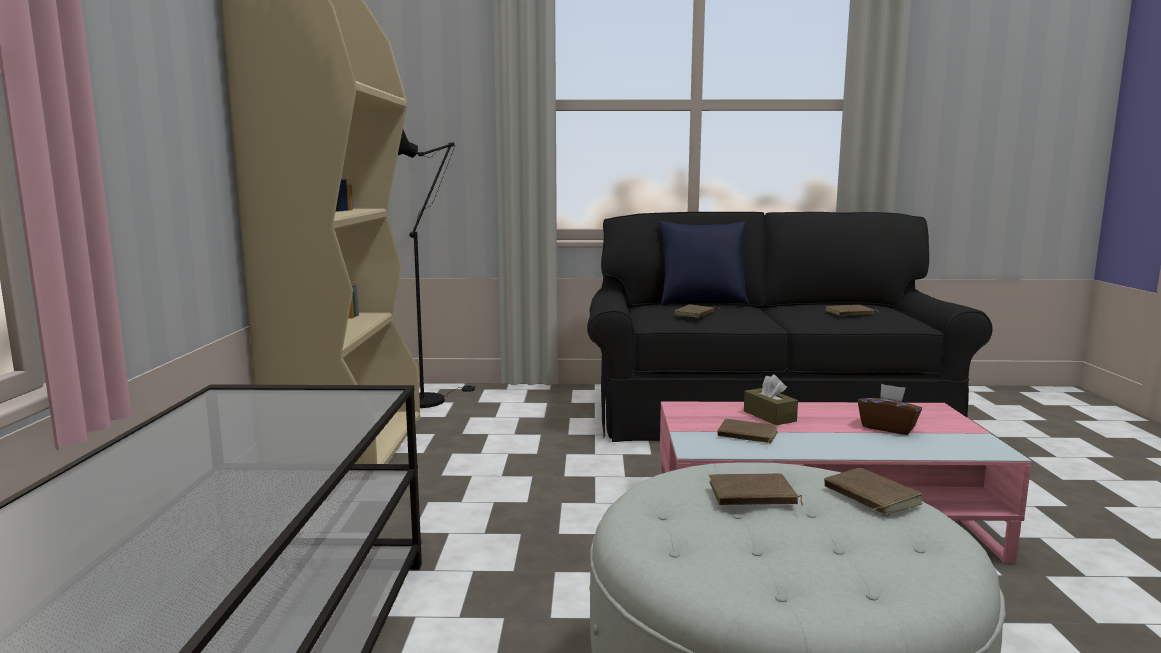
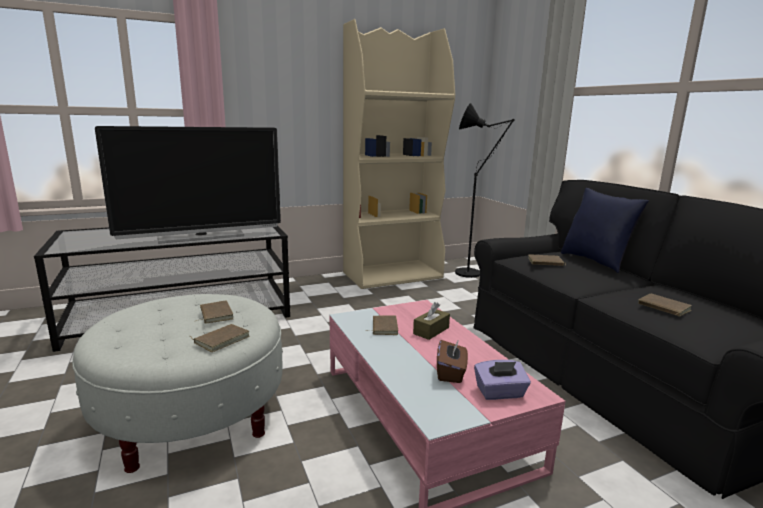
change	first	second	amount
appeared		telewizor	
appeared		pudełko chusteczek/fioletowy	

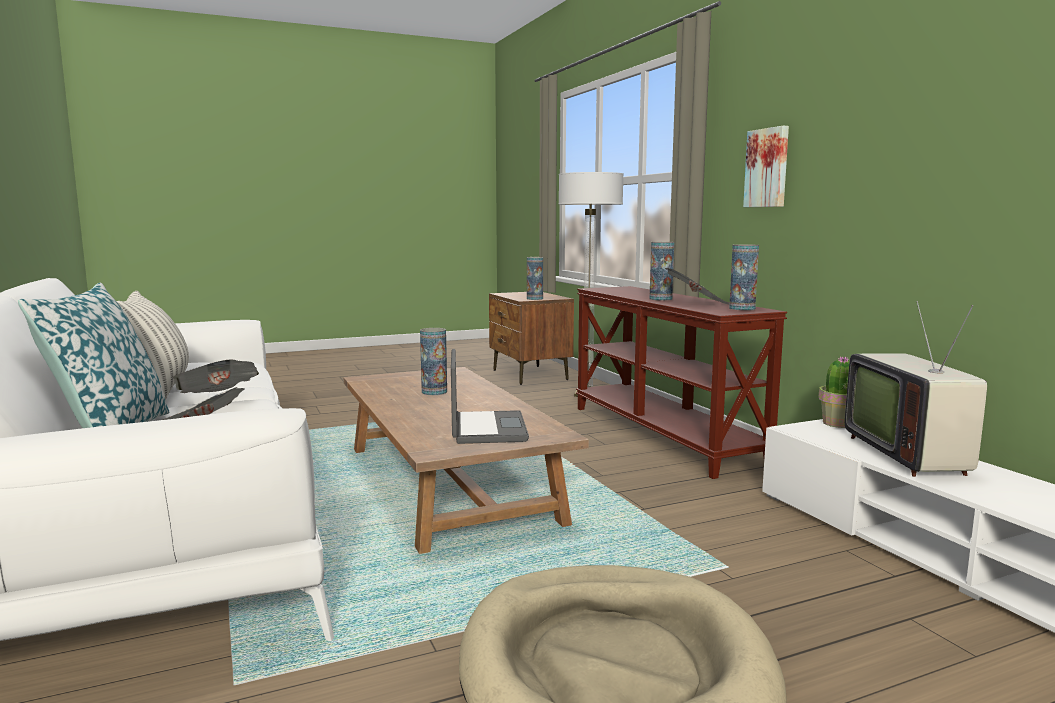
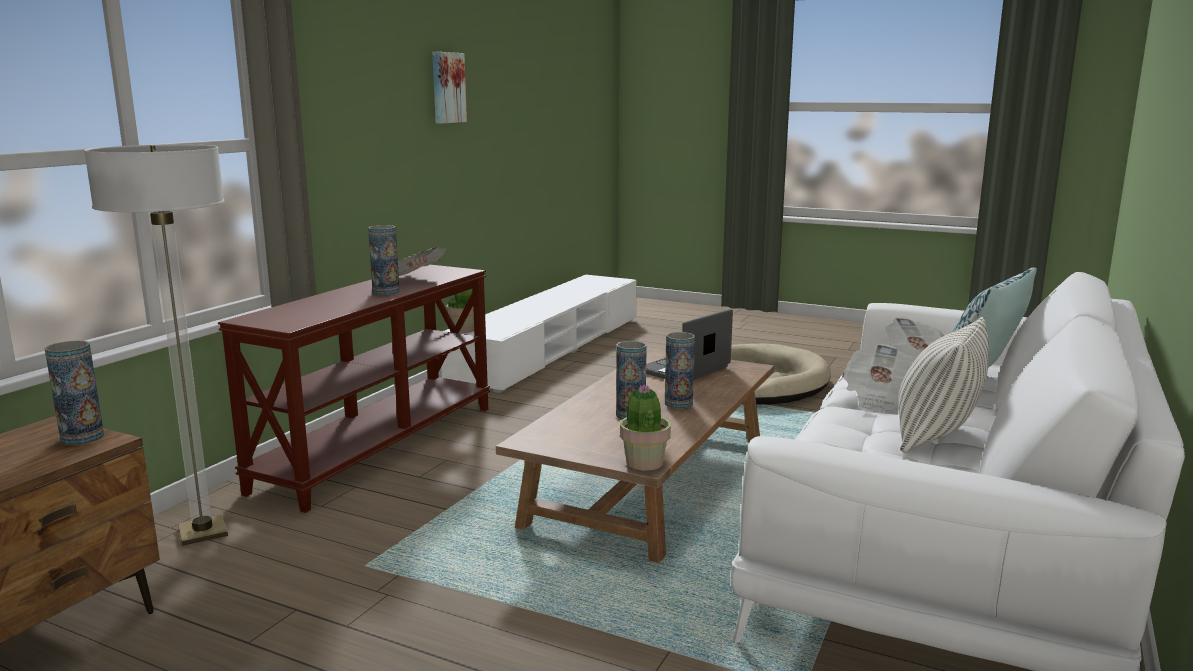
change	first	second	amount
relocated	obraz		
relocated	wazon (no. 4 from left)		
missing	telewizor		
appeared		roślina doniczkowa (no. 2 from left)	

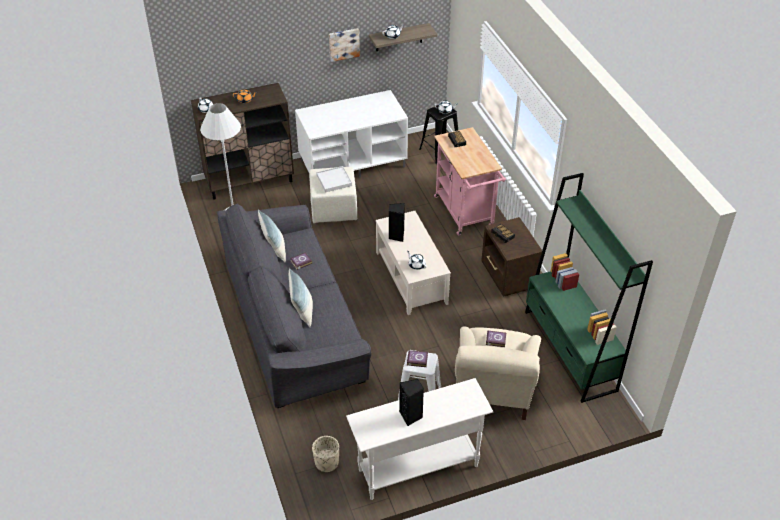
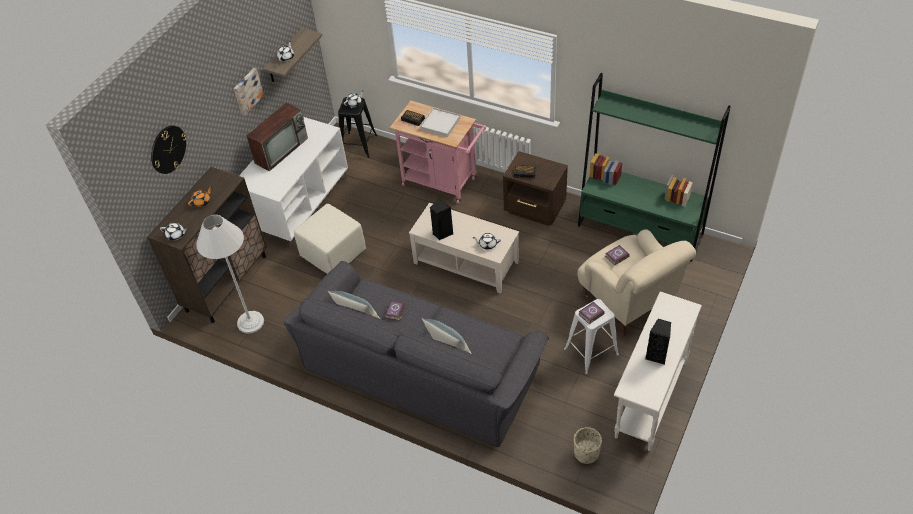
change	first	second	amount
relocated	taca/biały		
appeared		telewizor	
appeared		zegar ścienny	

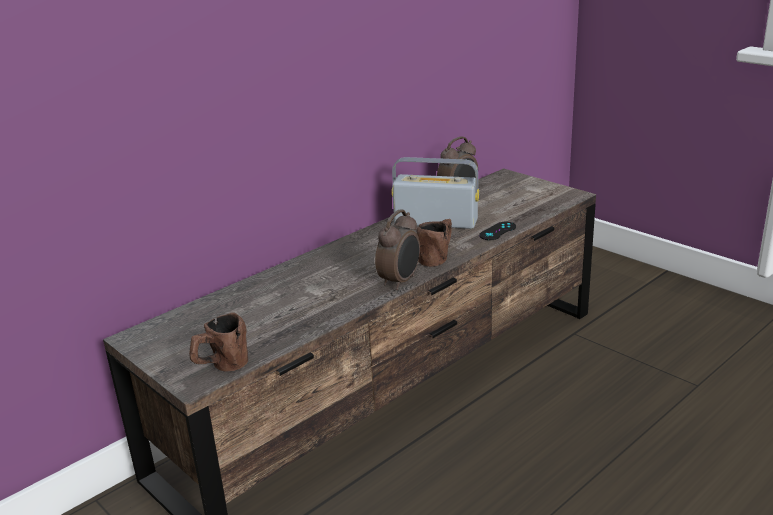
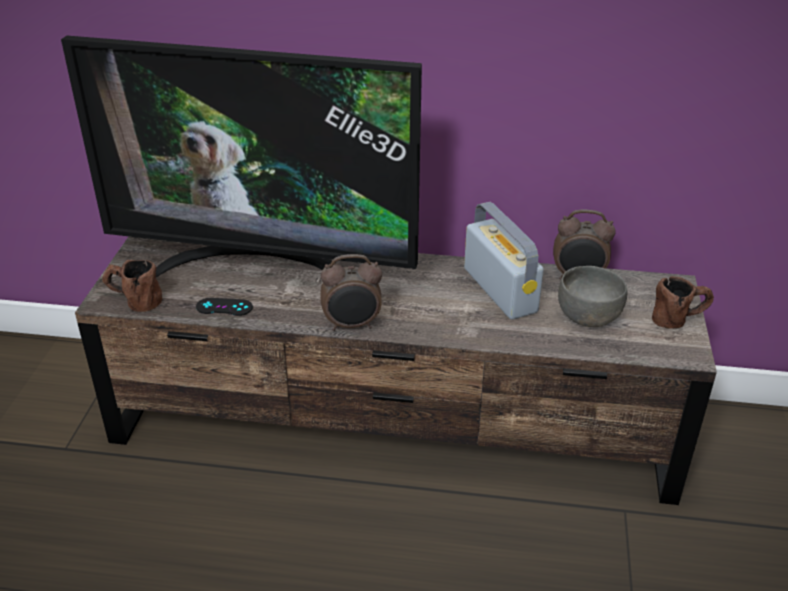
change	first	second	amount
relocated	kubek/brązowy (no. 2 from left)		
relocated	pad do gier/czarny		
appeared		telewizor	
appeared		miska/szary	

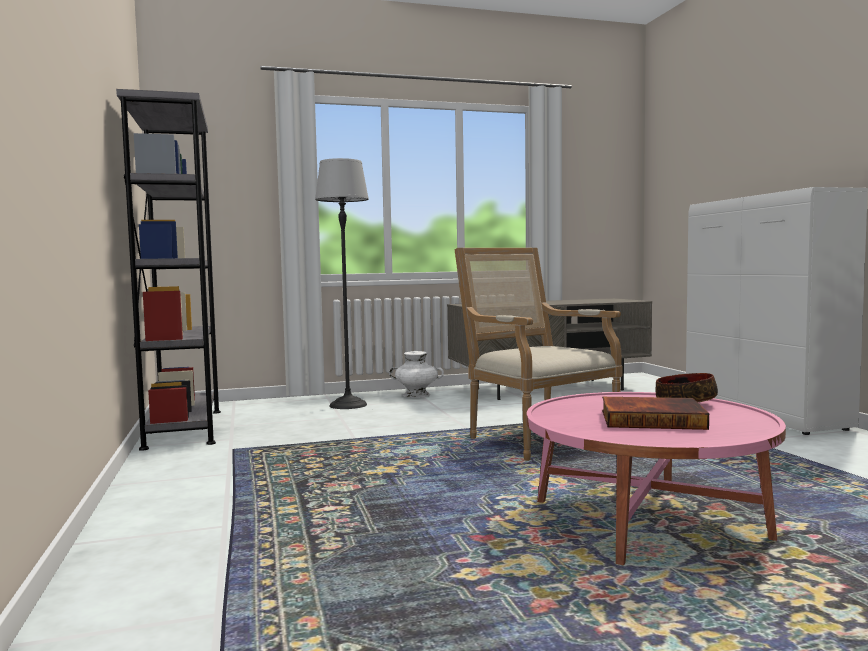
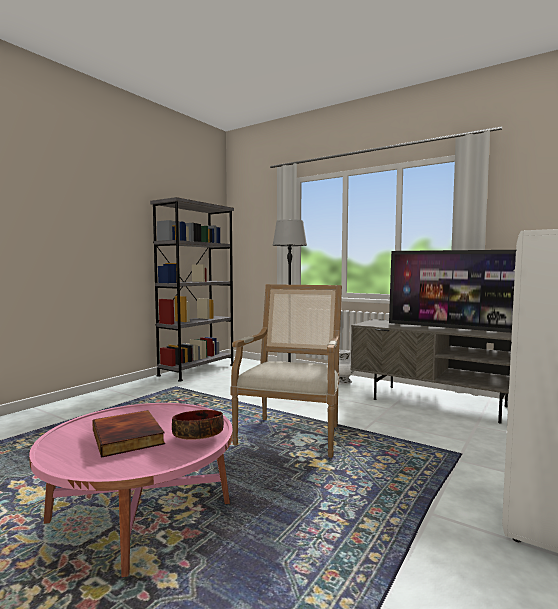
change	first	second	amount
appeared		telewizor	

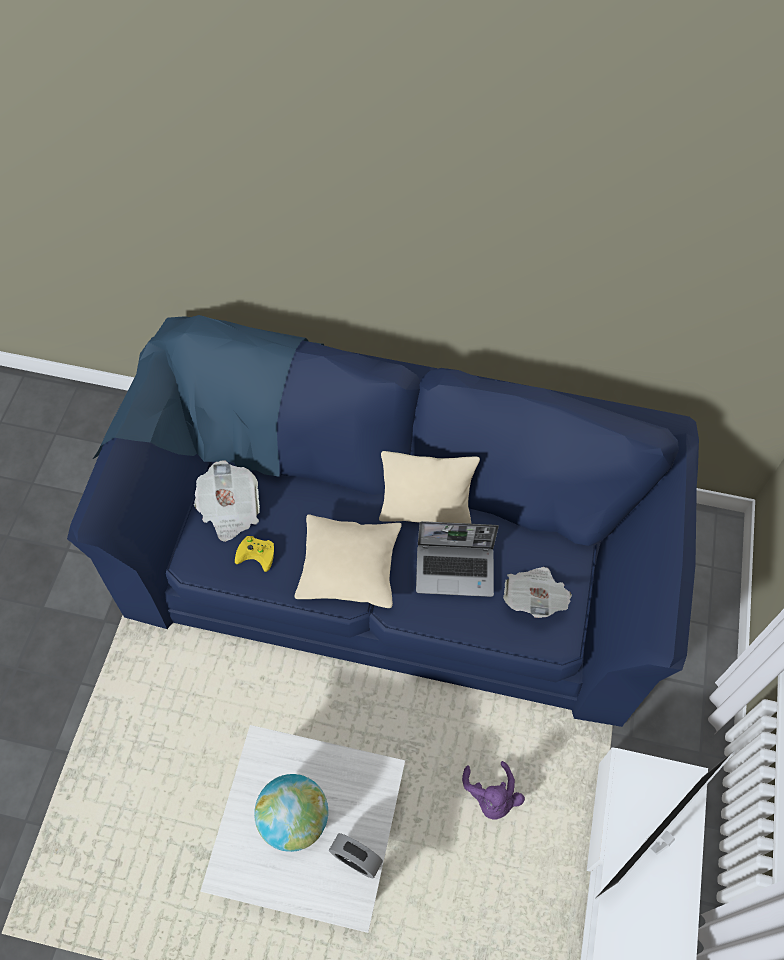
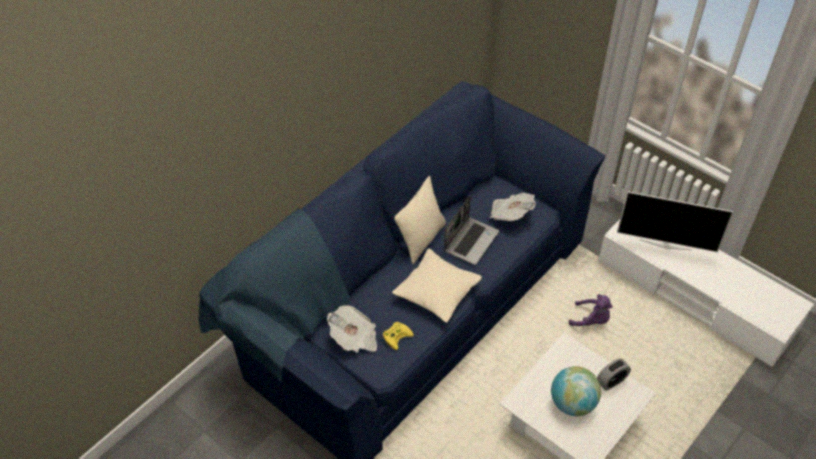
change	first	second	amount
spun	telewizor		60 degrees counterclockwise

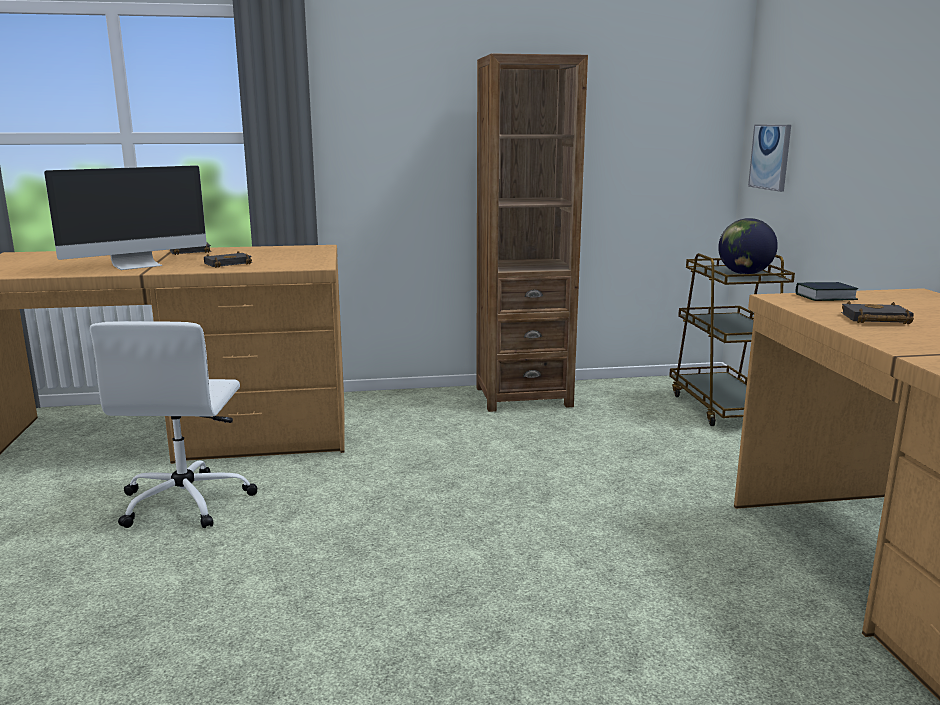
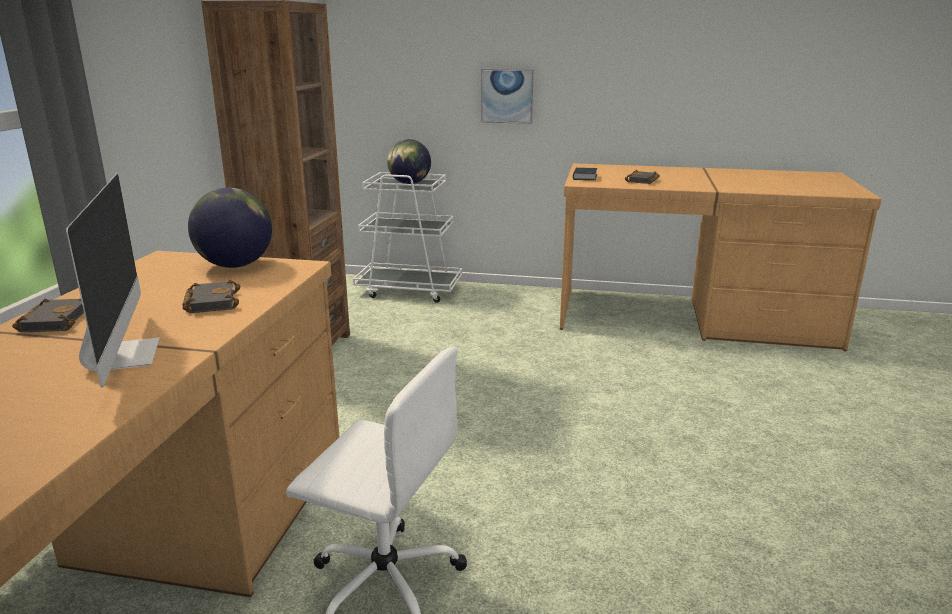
change	first	second	amount
relocated	obraz		
colour	wózek/brązowy	wózek/biały	
appeared		globus (no. 1 from left)	

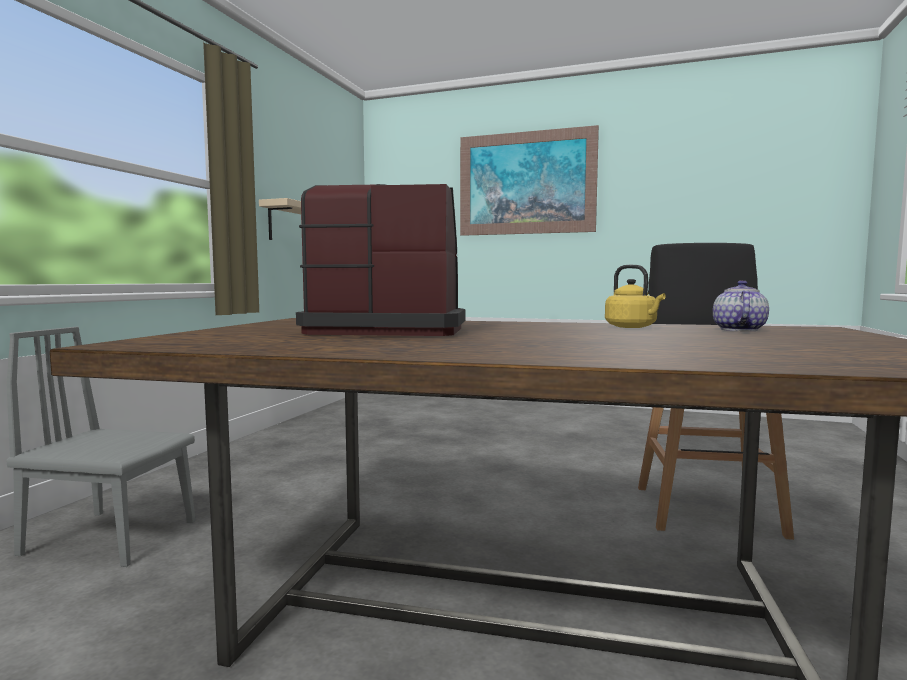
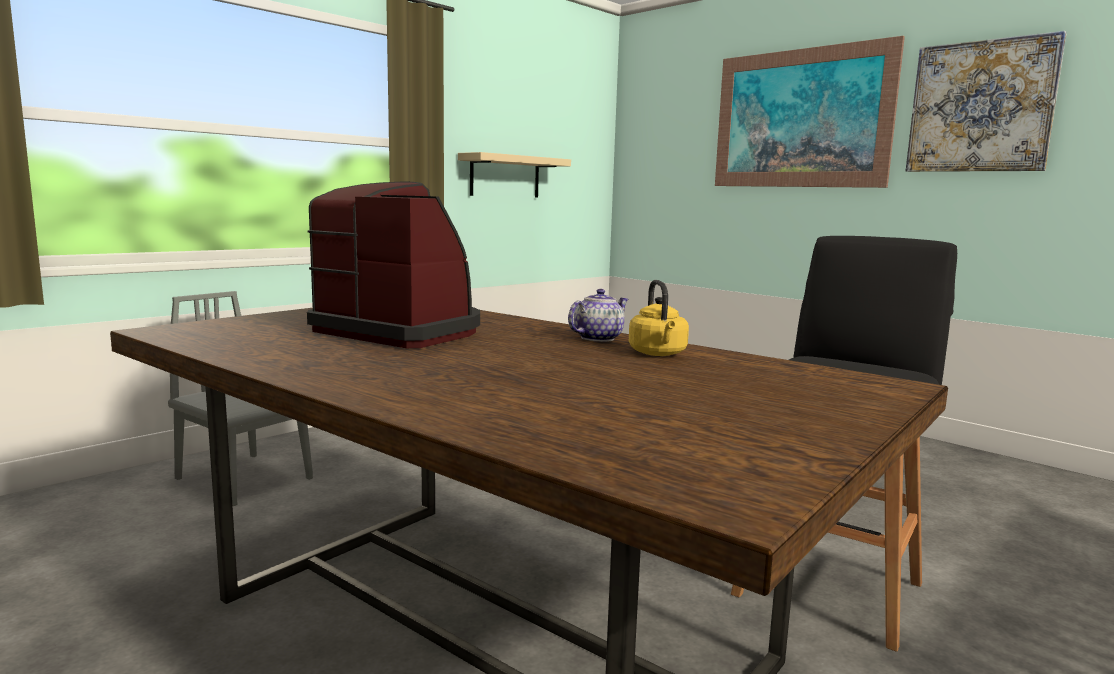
change	first	second	amount
relocated	imbryk		
appeared		obraz (no. 2 from left)	

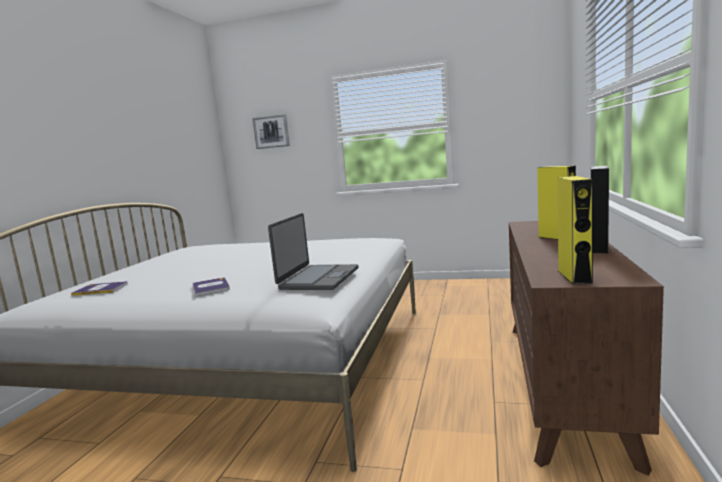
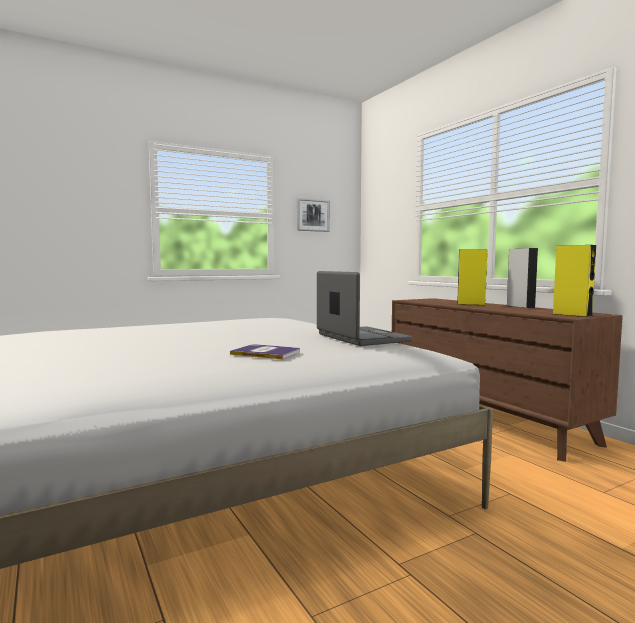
change	first	second	amount
relocated	obraz		
missing	książka (no. 1 from left)		

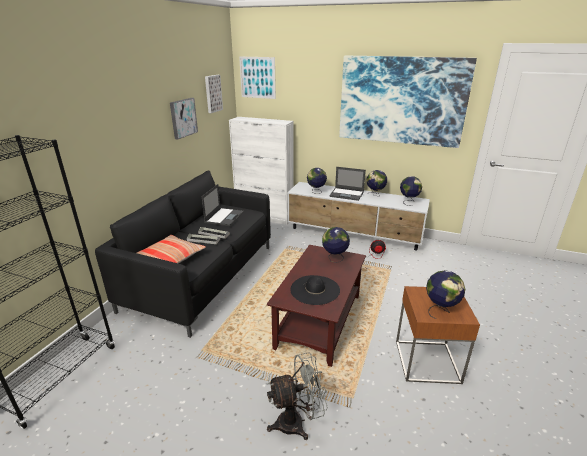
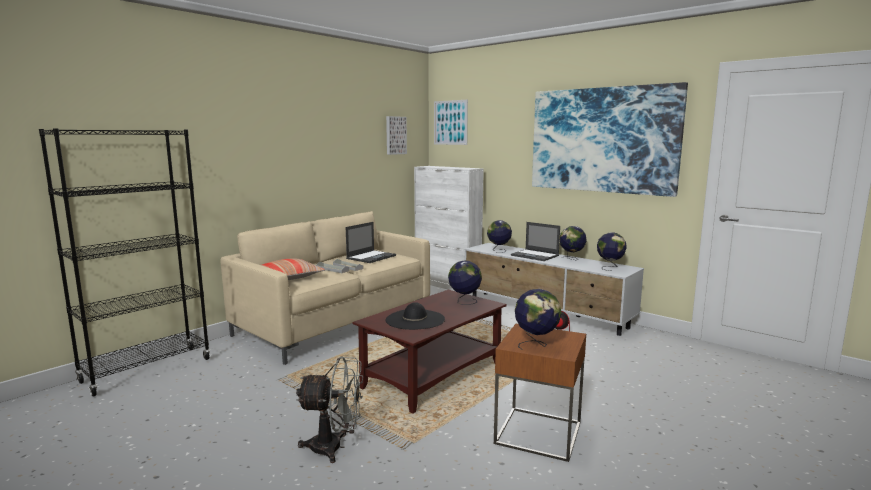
change	first	second	amount
missing	obraz (no. 1 from left)		
colour	kanapa/czarny	kanapa/beżowy	

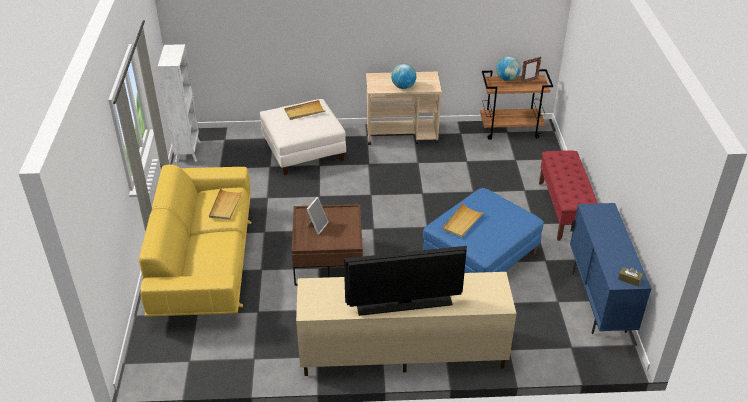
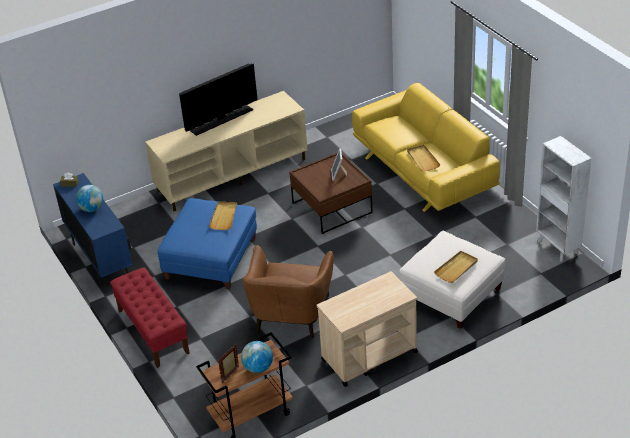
change	first	second	amount
relocated	globus (no. 1 from left)		
appeared		fotel/brązowy	

